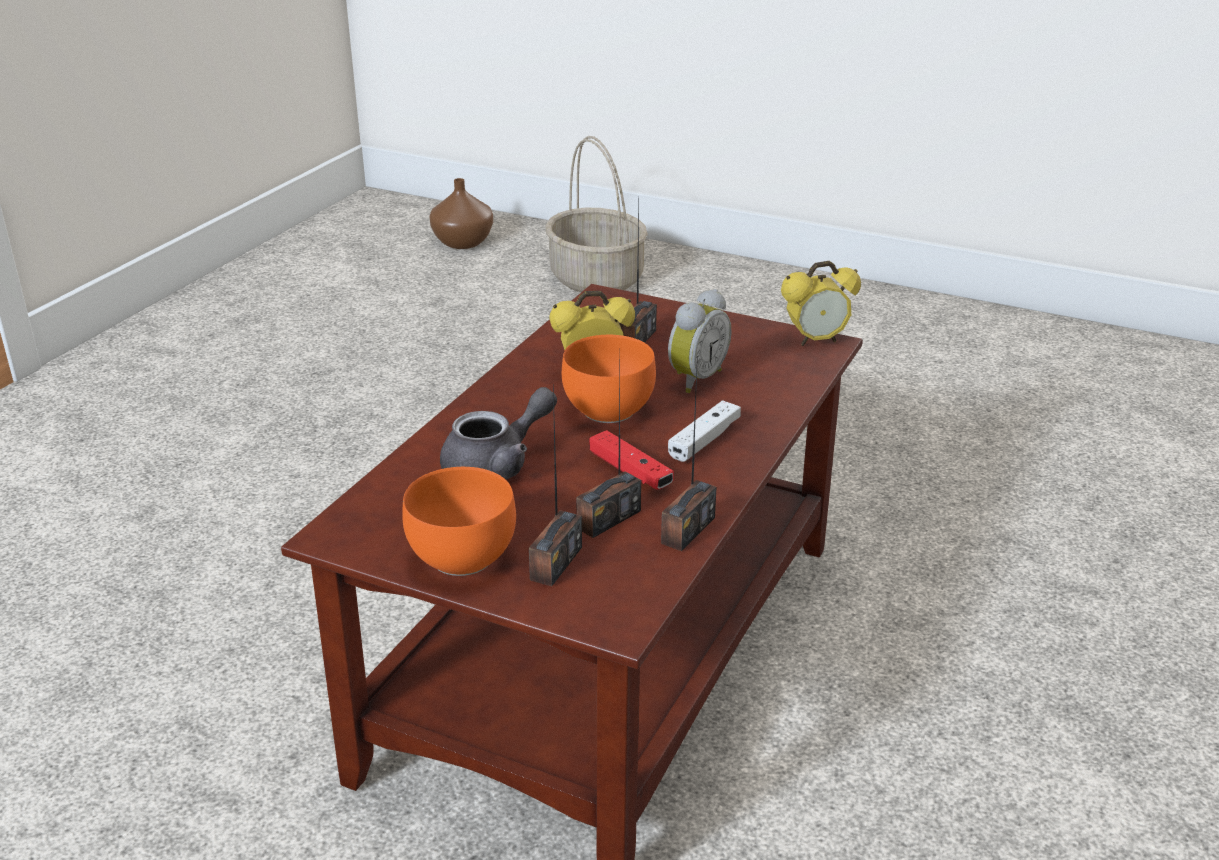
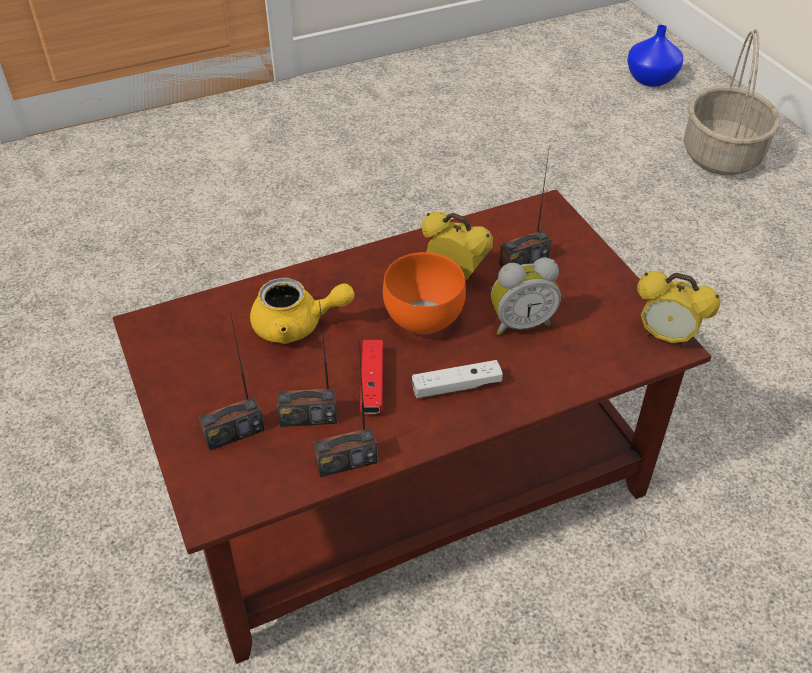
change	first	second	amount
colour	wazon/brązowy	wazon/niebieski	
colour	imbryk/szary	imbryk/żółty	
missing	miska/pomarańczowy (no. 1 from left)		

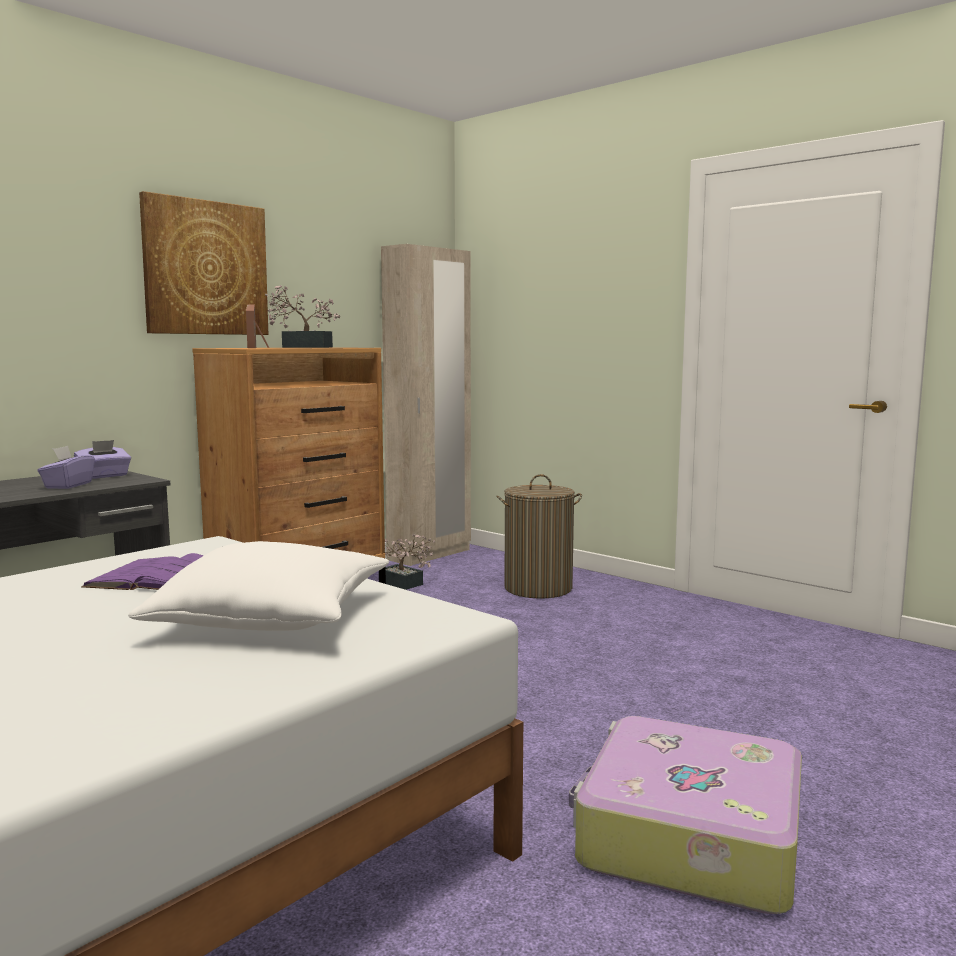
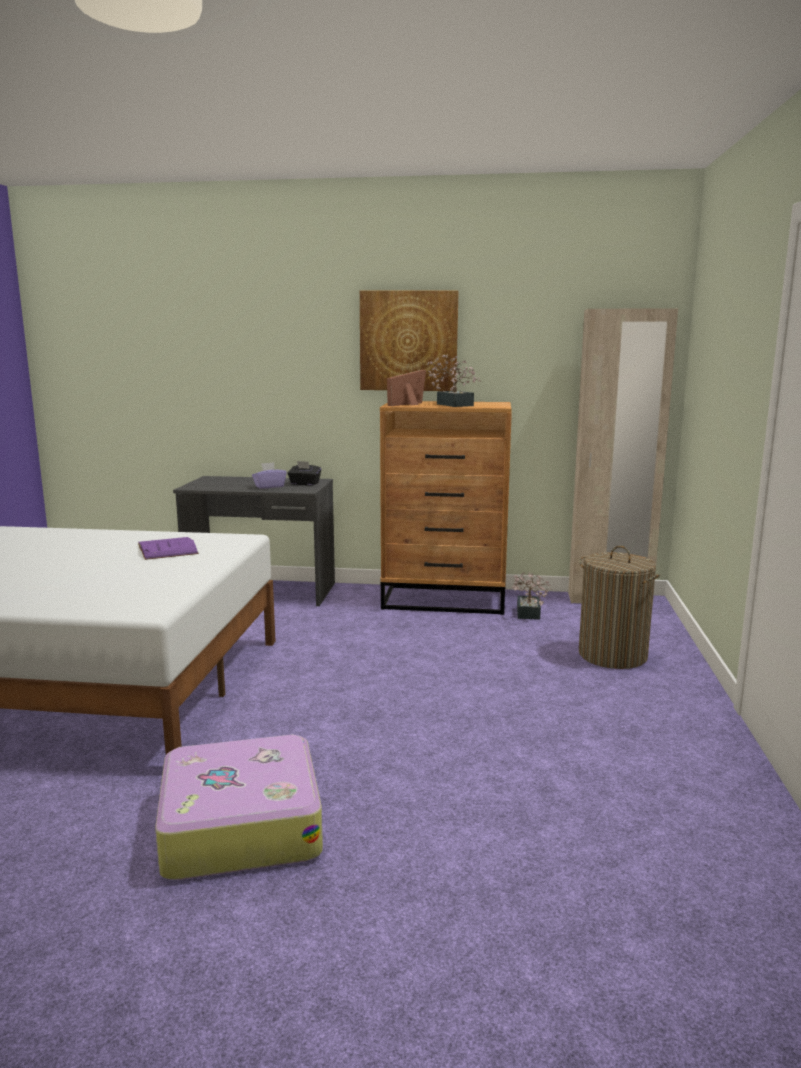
change	first	second	amount
colour	pudełko chusteczek/fioletowy (no. 2 from left)	pudełko chusteczek/czarny	
missing	poduszka/biały		

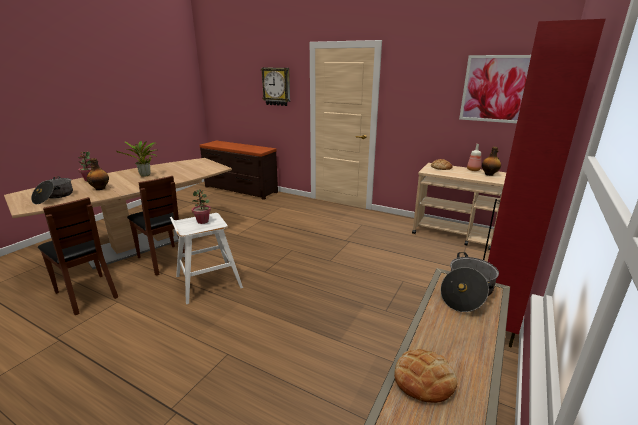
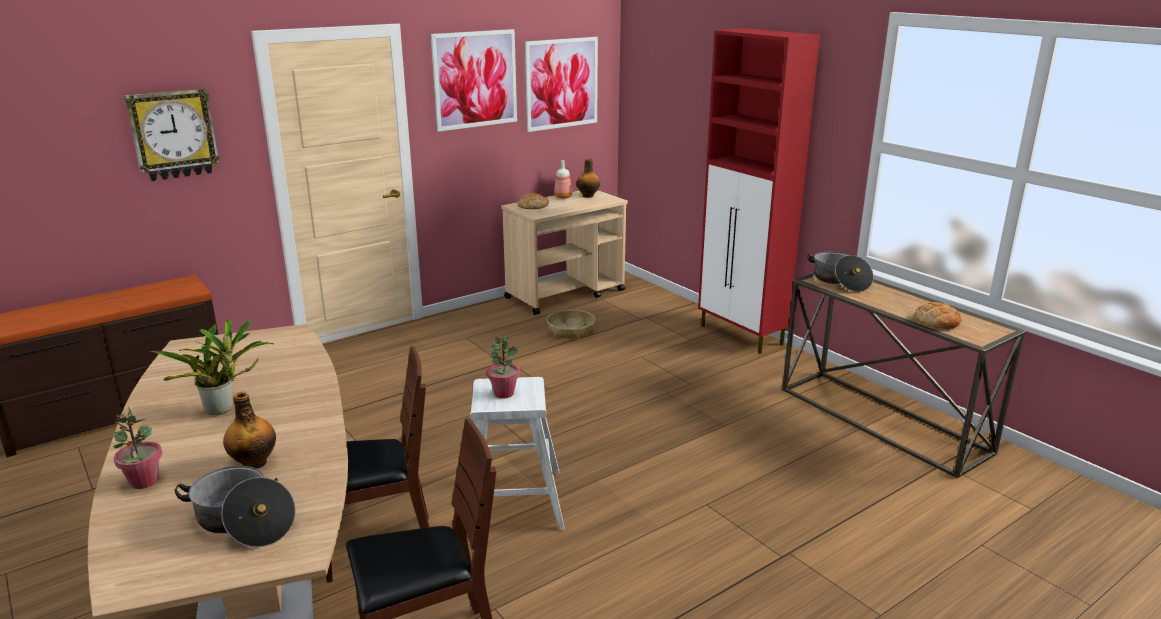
change	first	second	amount
appeared		obraz (no. 1 from left)	
appeared		koszyk	

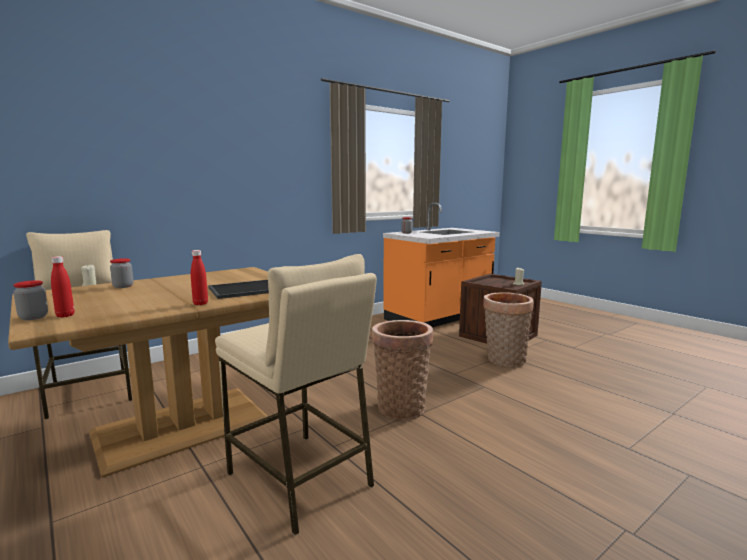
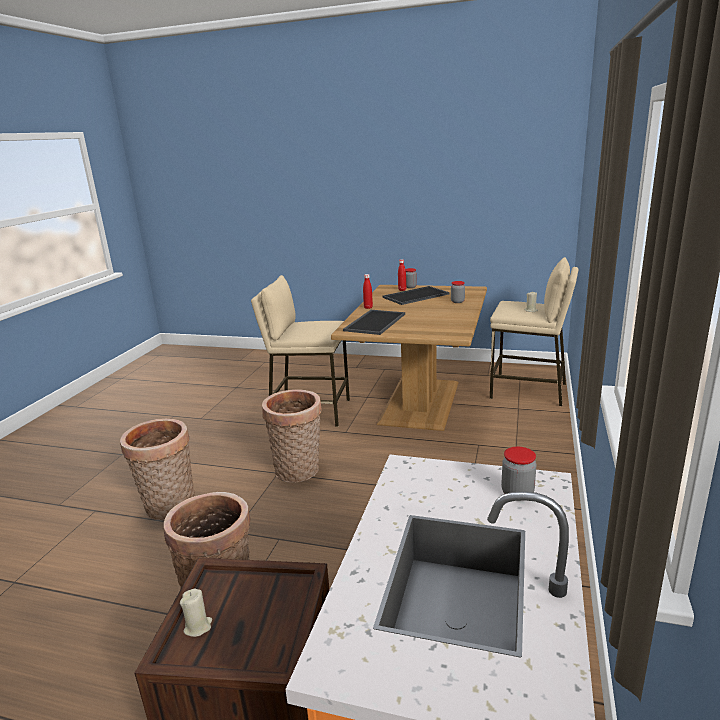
change	first	second	amount
appeared		taca (no. 2 from left)	
appeared		koszyk (no. 1 from left)	

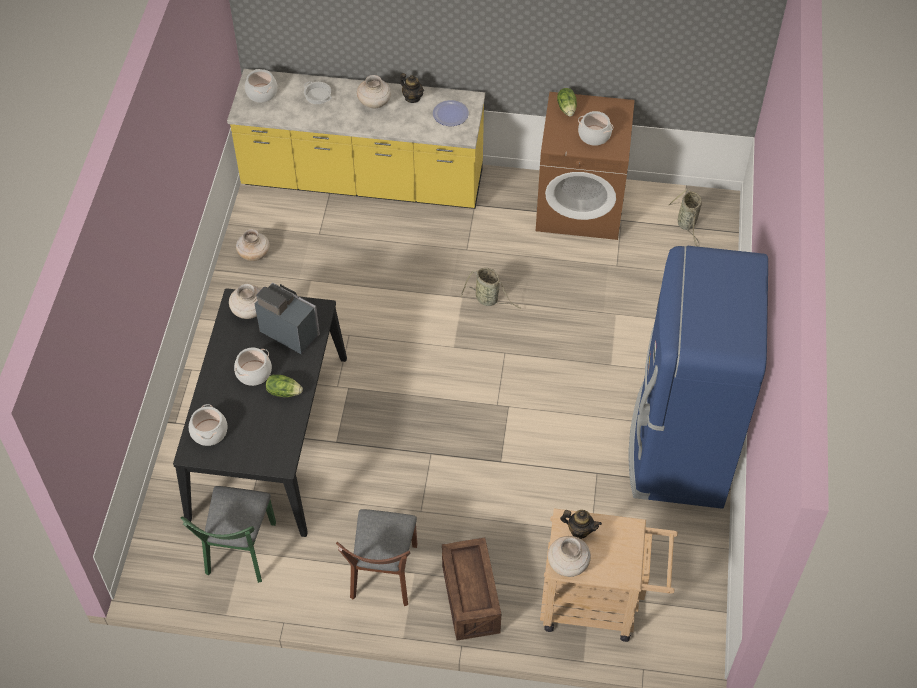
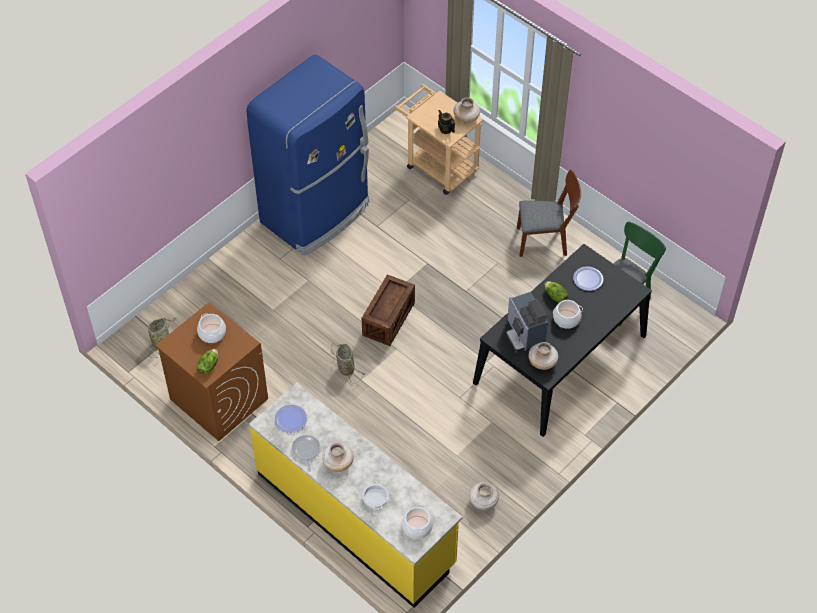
change	first	second	amount
exchanged	imbryk (no. 1 from left)	patelnia	
missing	garnek (no. 1 from left)		
spun	krzesło/brązowy		45 degrees clockwise
relocated	skrzynka		
appeared		talerz (no. 2 from left)	

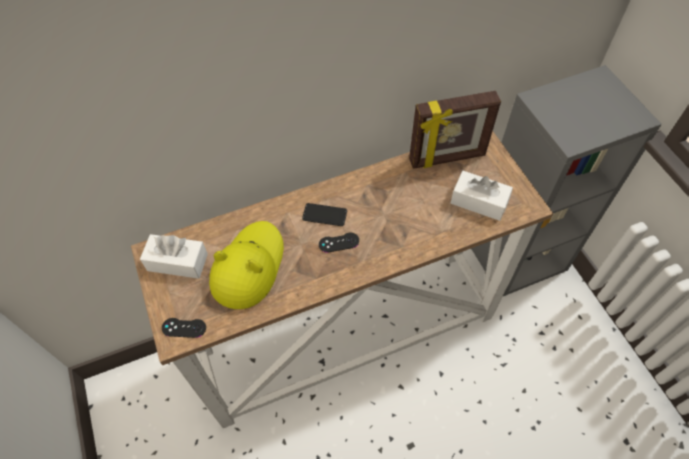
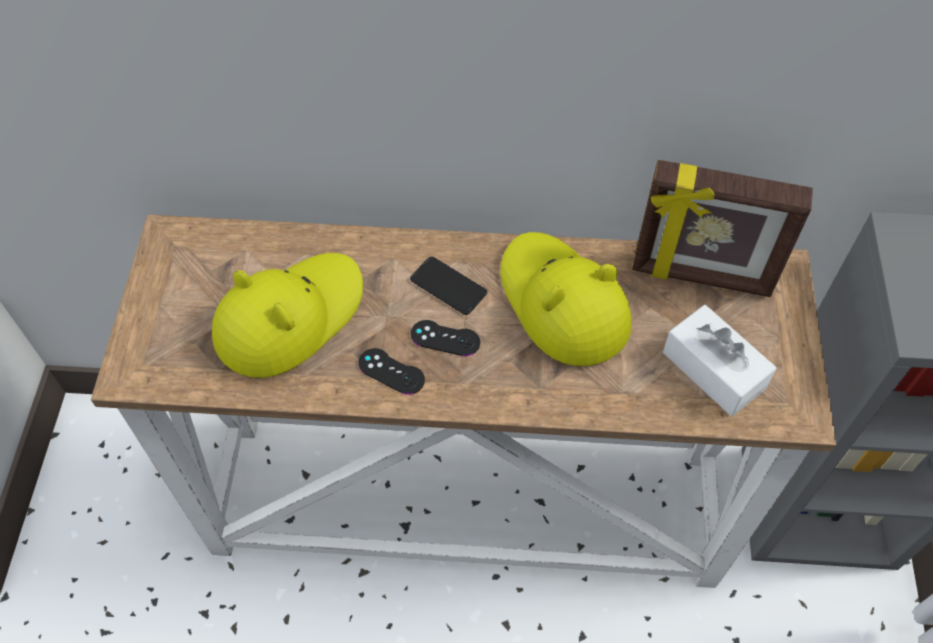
change	first	second	amount
missing	pudełko chusteczek/biały (no. 1 from left)		
relocated	pad do gier/czarny (no. 1 from left)		
appeared		kapelusz/żółty (no. 2 from left)	

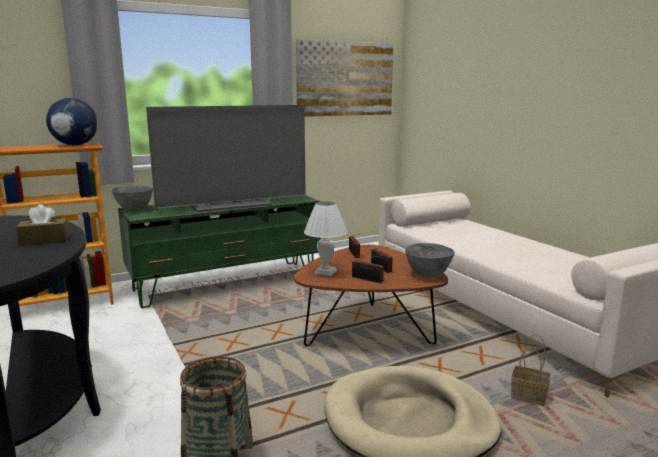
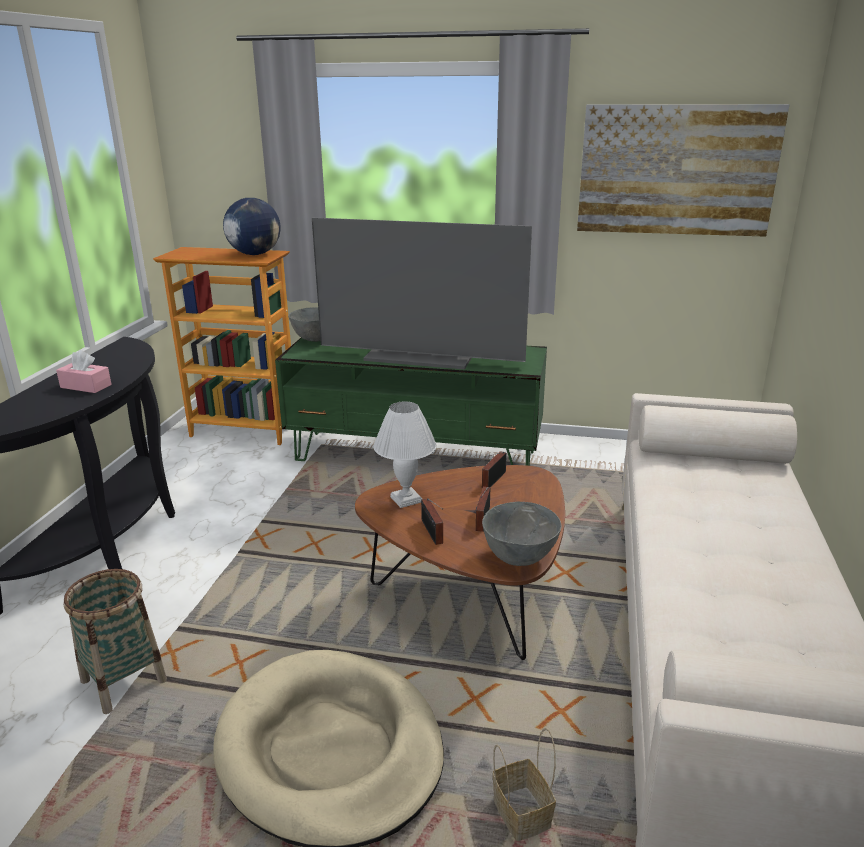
change	first	second	amount
colour	pudełko chusteczek/brązowy	pudełko chusteczek/różowy	

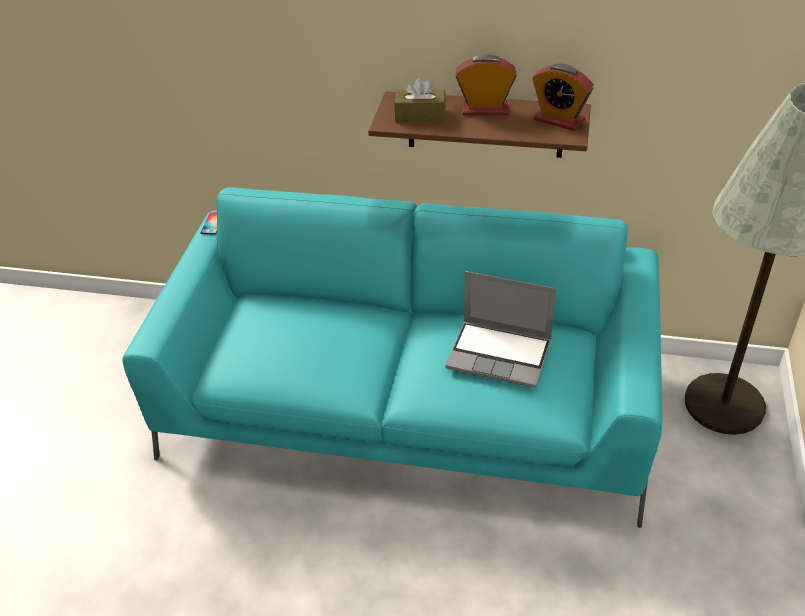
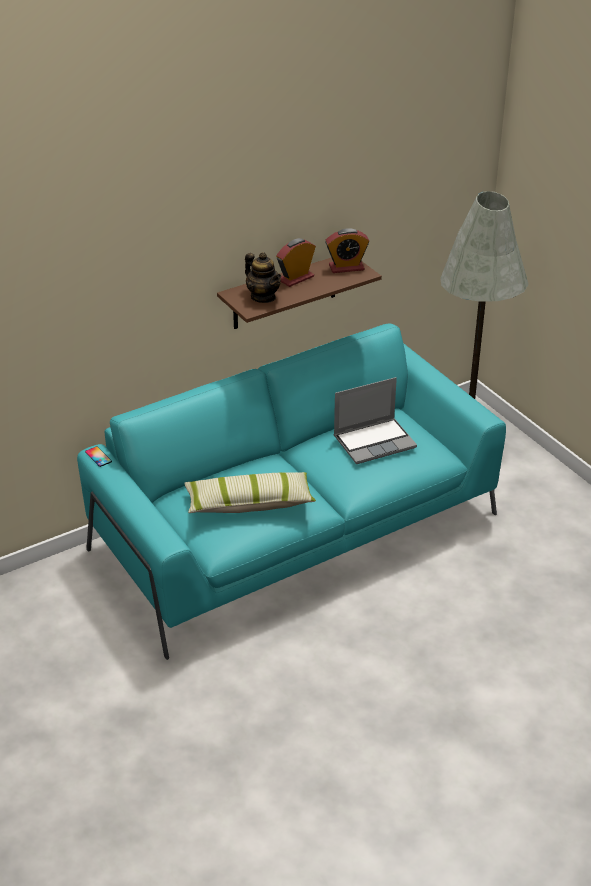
change	first	second	amount
exchanged	pudełko chusteczek/brązowy	imbryk	
appeared		poduszka	

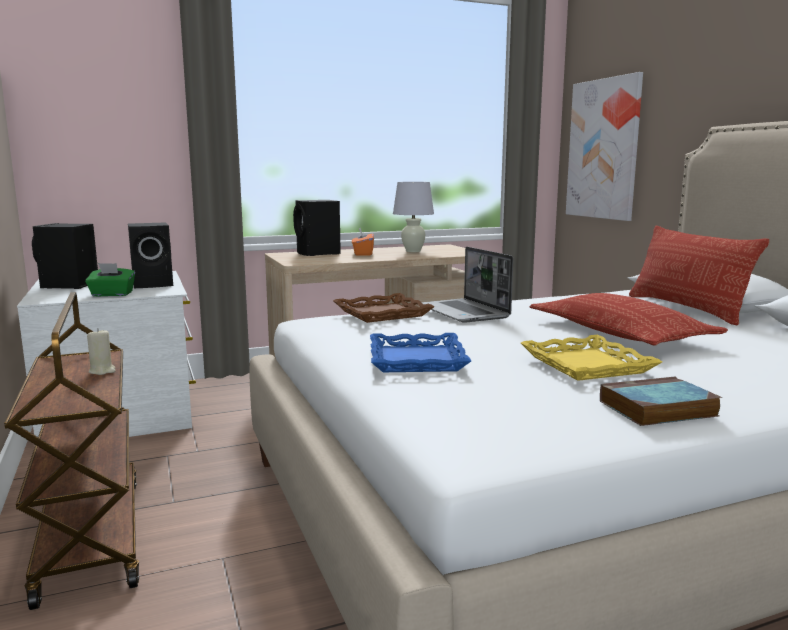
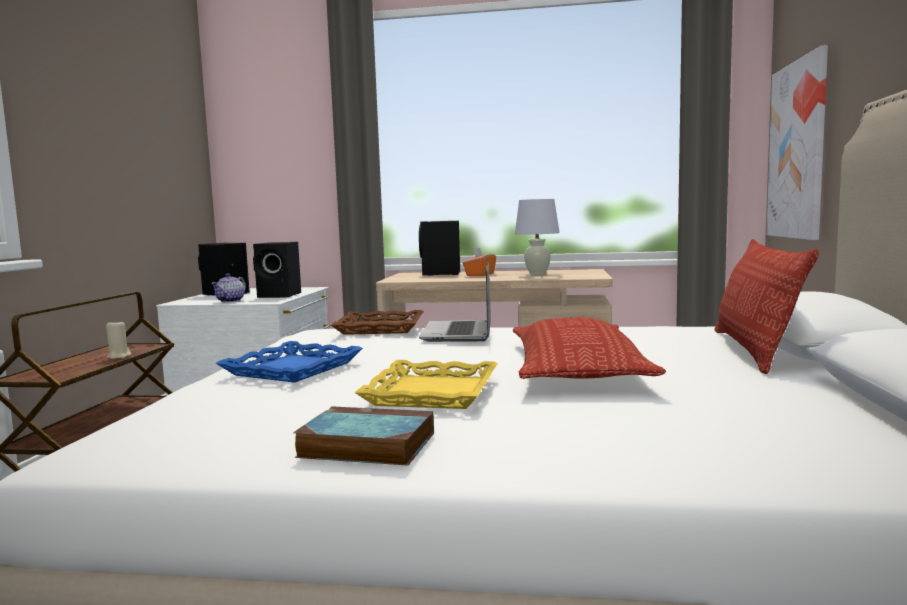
change	first	second	amount
exchanged	pudełko chusteczek/zielony	imbryk	

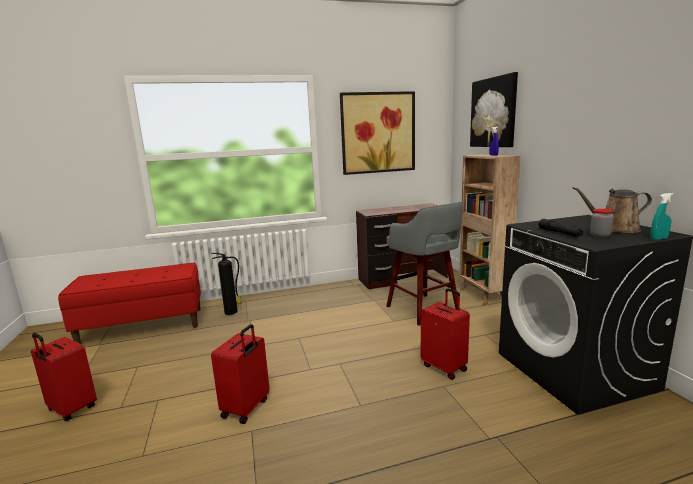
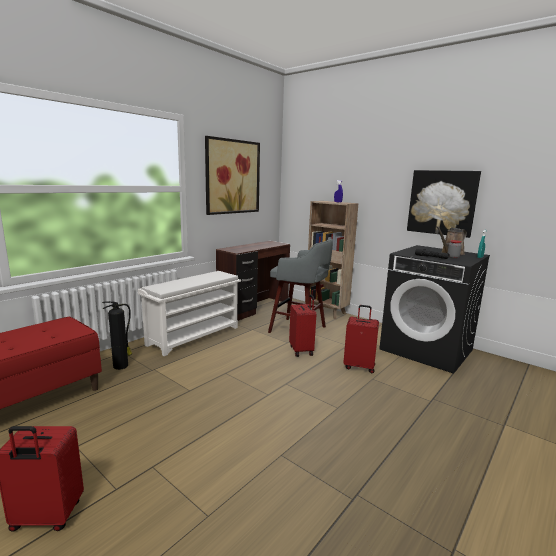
change	first	second	amount
relocated	obraz (no. 2 from left)		
relocated	walizka/czerwony (no. 2 from left)		
appeared		regał na buty/biały	

